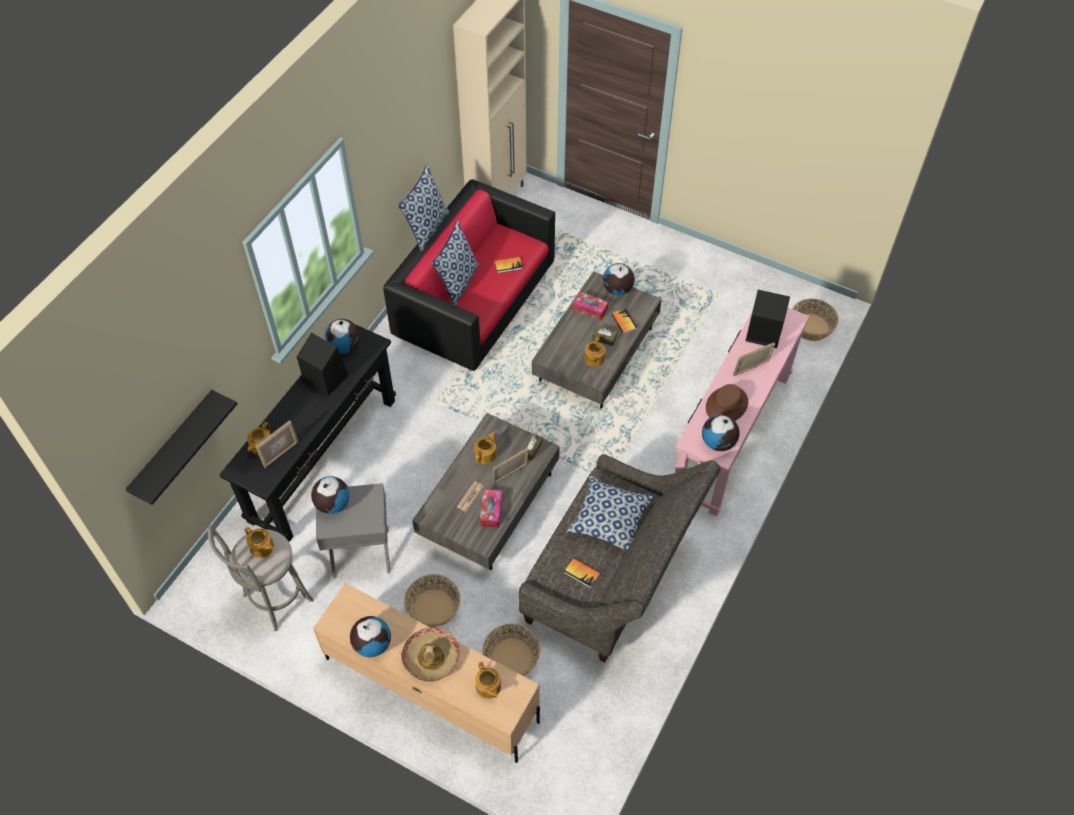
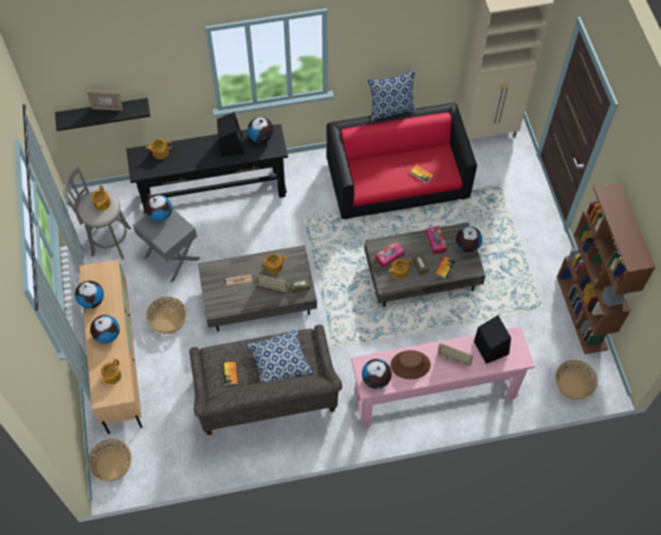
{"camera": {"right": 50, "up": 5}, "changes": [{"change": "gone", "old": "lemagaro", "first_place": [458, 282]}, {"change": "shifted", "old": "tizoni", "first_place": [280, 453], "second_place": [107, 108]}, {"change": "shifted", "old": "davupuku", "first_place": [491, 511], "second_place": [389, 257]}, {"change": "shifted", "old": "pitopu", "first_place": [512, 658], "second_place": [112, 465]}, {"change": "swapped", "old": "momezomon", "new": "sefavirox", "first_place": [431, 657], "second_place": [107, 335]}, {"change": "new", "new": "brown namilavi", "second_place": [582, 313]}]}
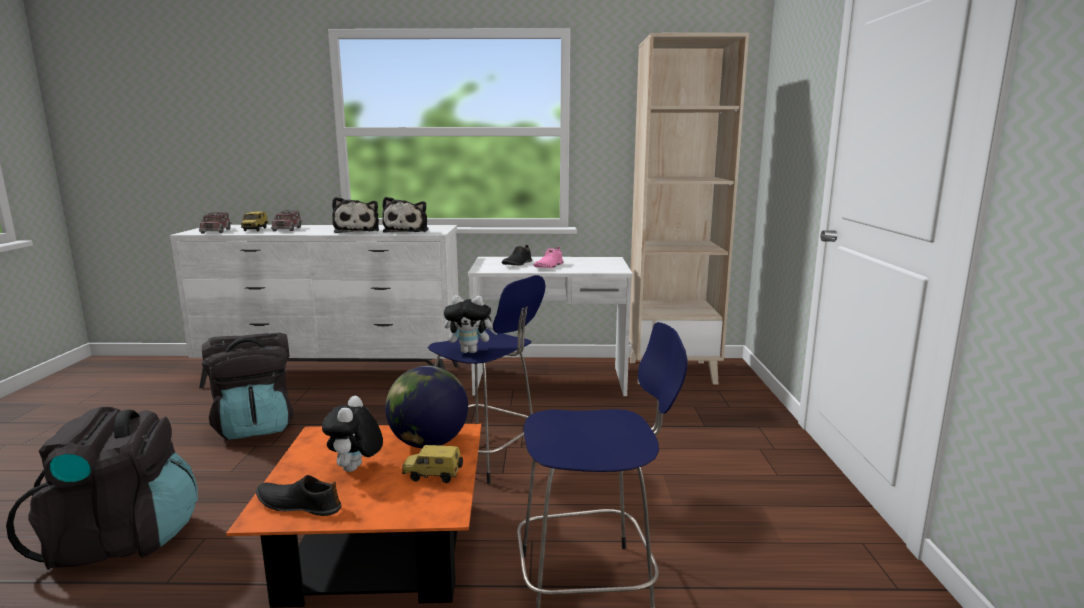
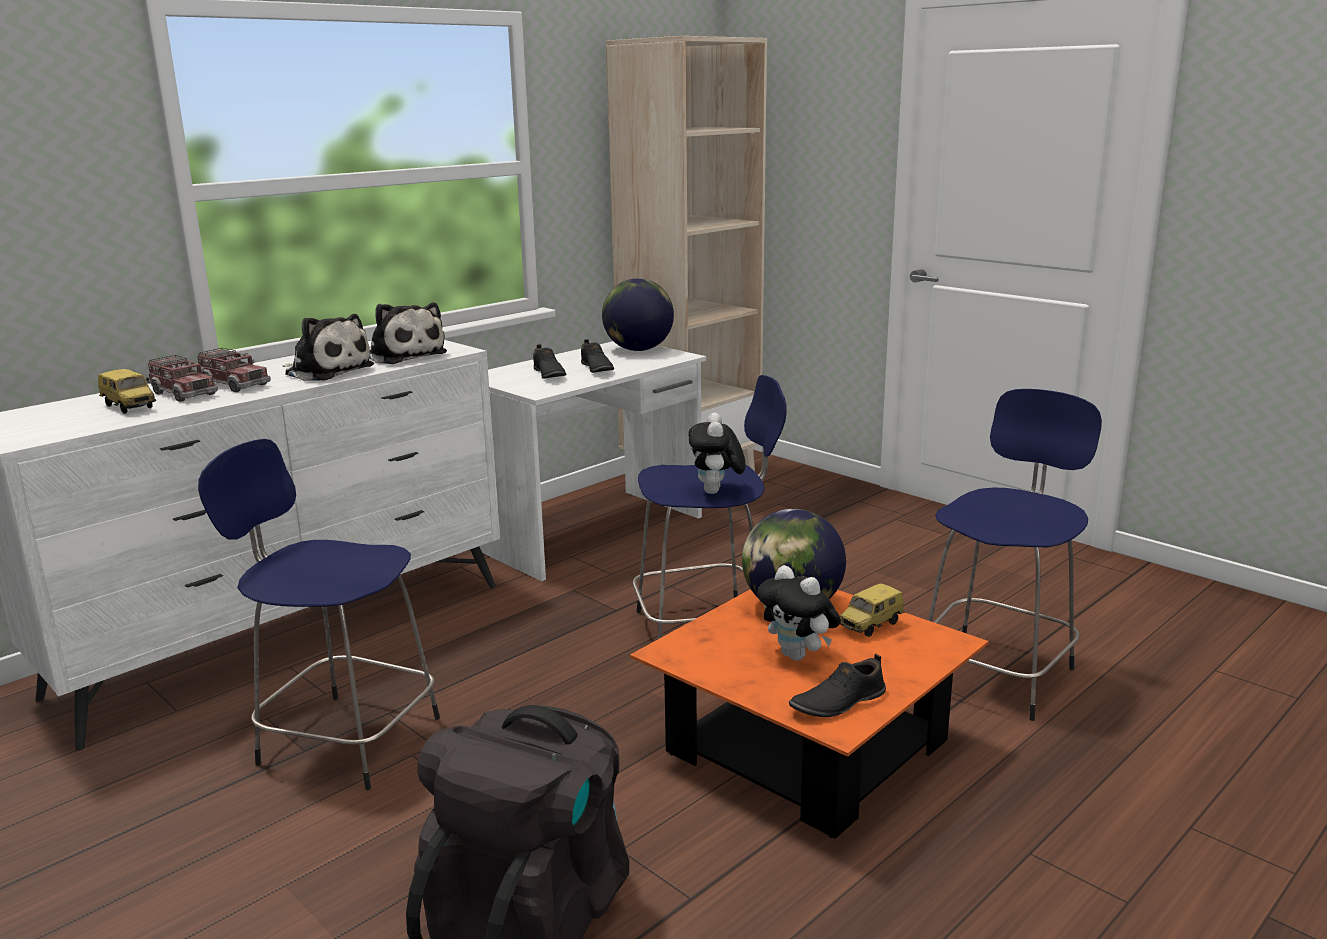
{"camera": {"right": -45, "up": 5}, "changes": [{"change": "shifted", "old": "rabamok", "first_place": [216, 231], "second_place": [234, 384]}, {"change": "repainted", "old": "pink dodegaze", "new": "black dodegaze", "first_place": [548, 266], "second_place": [596, 369]}, {"change": "rotated", "old": "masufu", "first_place": [471, 351], "second_place": [716, 492], "degrees": 135}, {"change": "swapped", "old": "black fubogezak", "new": "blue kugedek", "first_place": [256, 426], "second_place": [344, 739]}, {"change": "new", "new": "sefavirox", "second_place": [638, 349]}]}
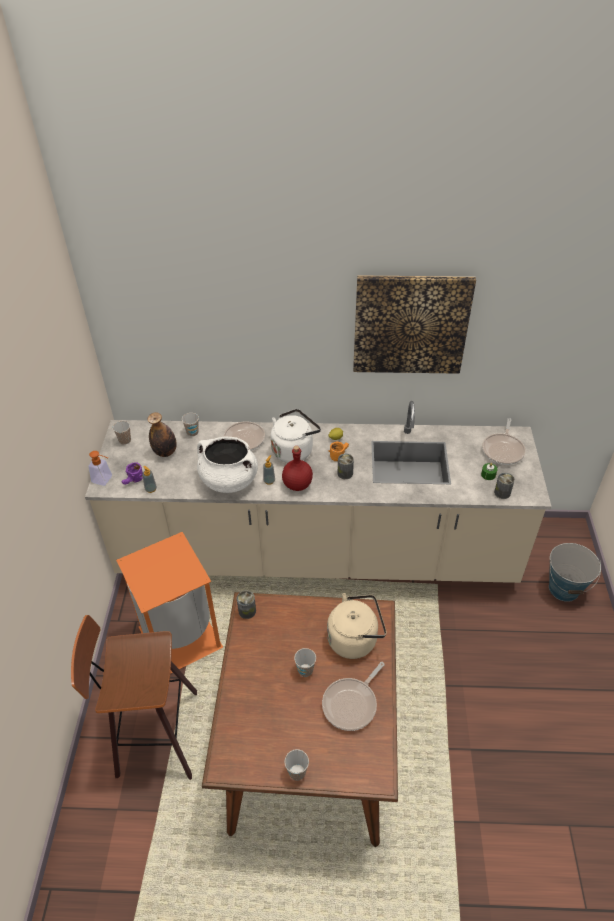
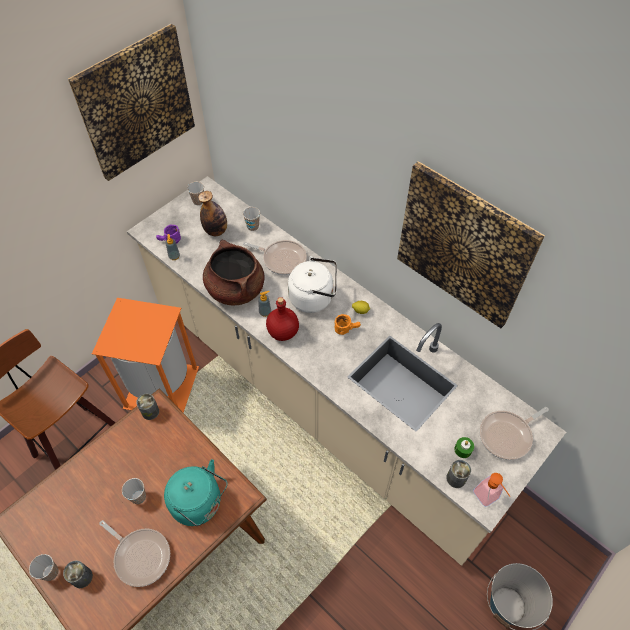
{"camera": {"right": 40, "up": 10}, "changes": [{"change": "repainted", "old": "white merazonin", "new": "brown merazonin", "first_place": [228, 480], "second_place": [235, 289]}, {"change": "shifted", "old": "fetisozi", "first_place": [105, 480], "second_place": [488, 498]}, {"change": "shifted", "old": "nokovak", "first_place": [345, 473], "second_place": [82, 577]}, {"change": "repainted", "old": "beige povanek", "new": "turquoise povanek", "first_place": [355, 639], "second_place": [200, 504]}, {"change": "rotated", "old": "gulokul", "first_place": [352, 704], "second_place": [140, 555], "degrees": -135}, {"change": "new", "new": "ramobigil", "second_place": [136, 103]}]}
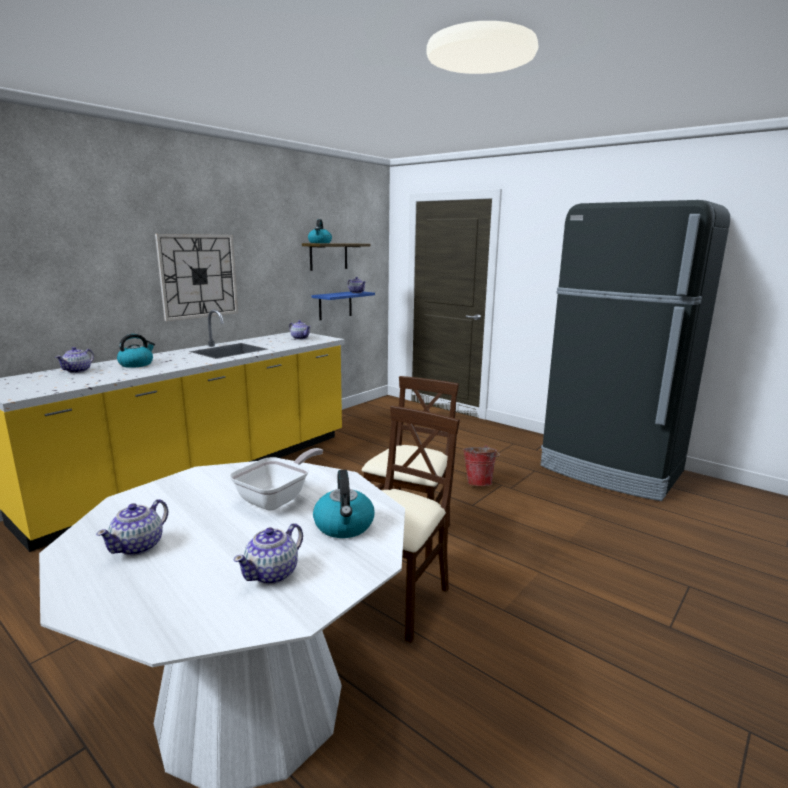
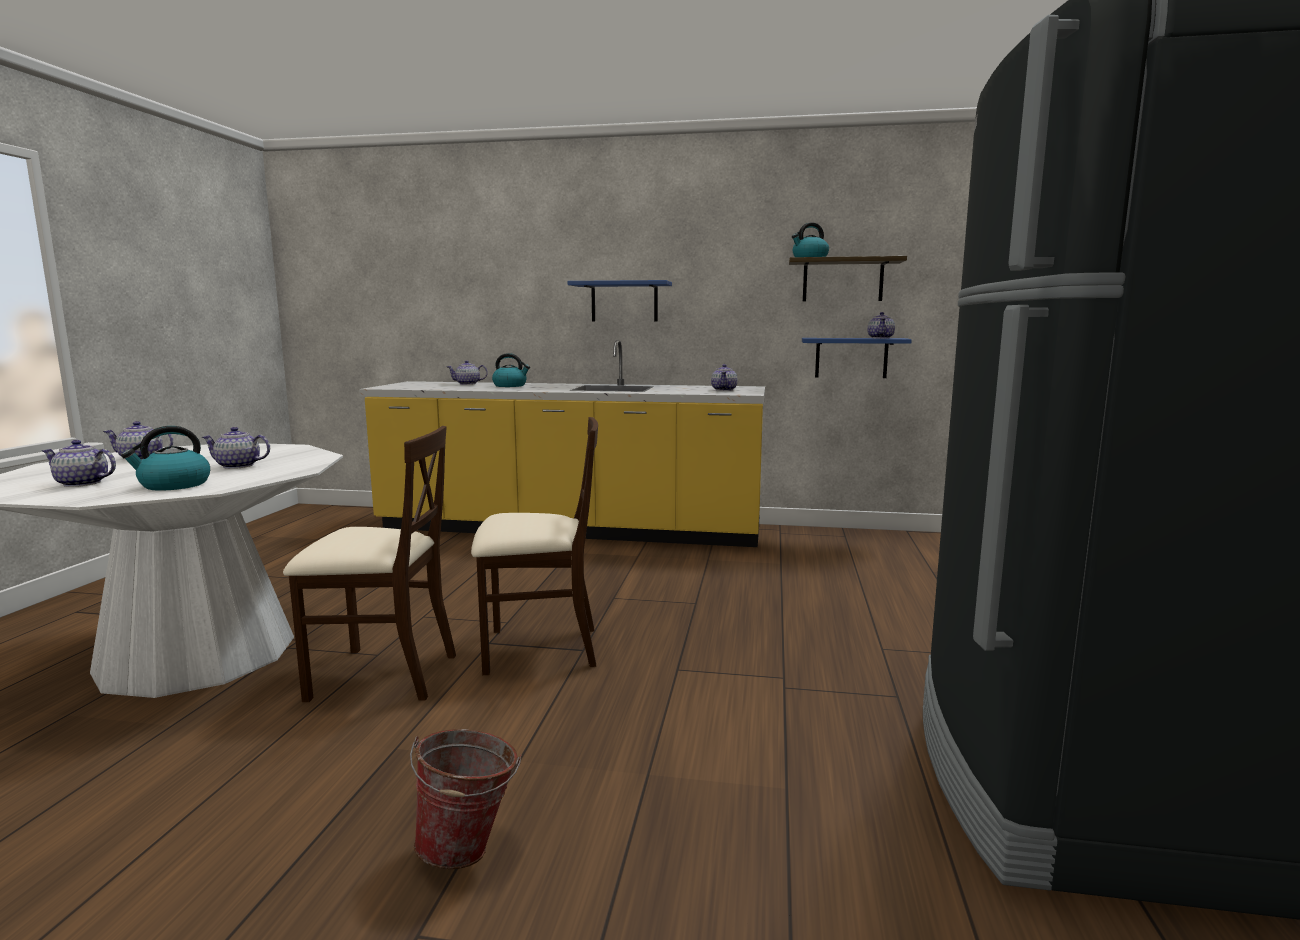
{"camera": {"right": 60, "up": -5}, "changes": [{"change": "swapped", "old": "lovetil", "new": "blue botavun", "first_place": [198, 276], "second_place": [624, 302]}, {"change": "shifted", "old": "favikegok", "first_place": [479, 483], "second_place": [470, 848]}, {"change": "swapped", "old": "gulokul", "new": "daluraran", "first_place": [278, 498], "second_place": [238, 466]}]}
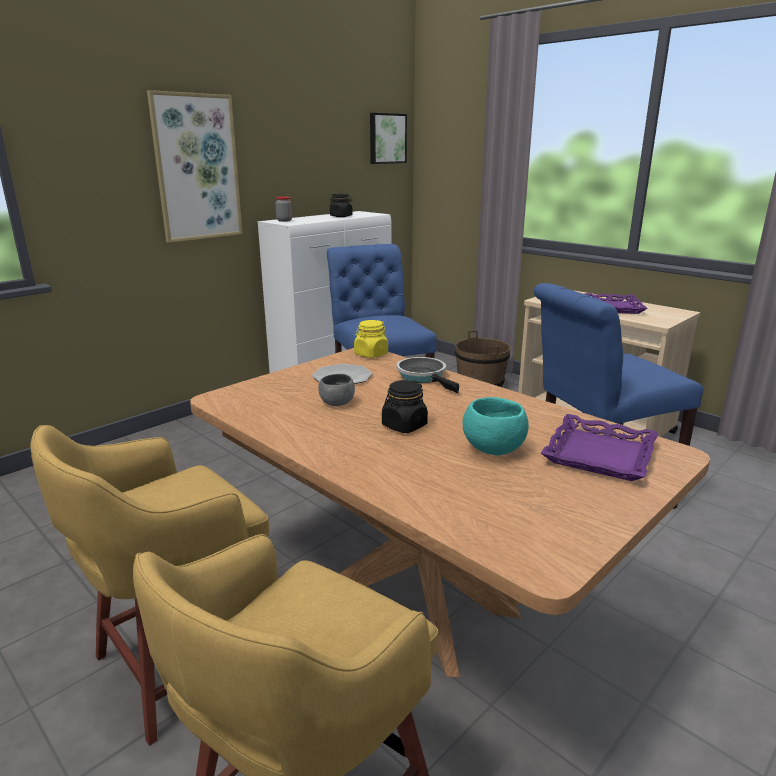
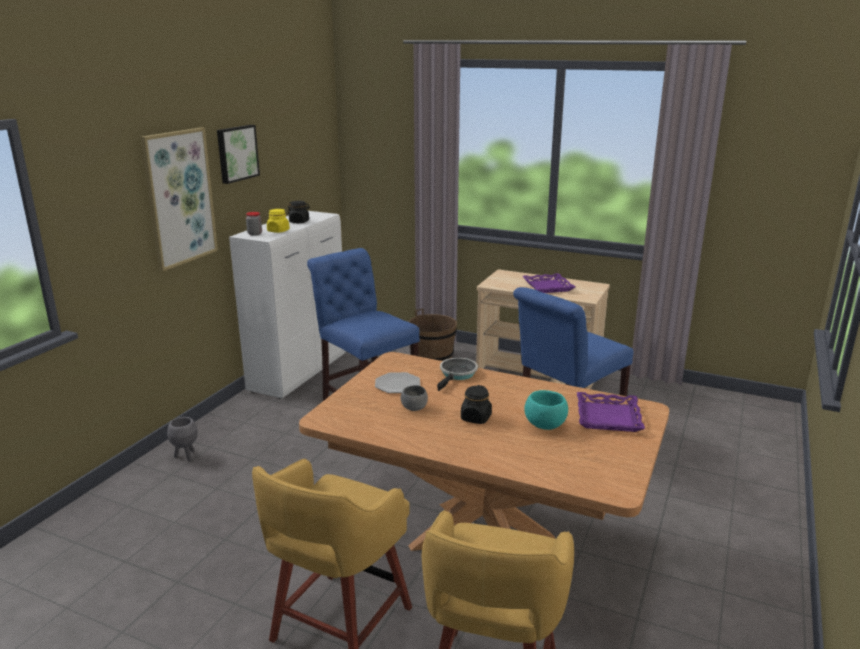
{"camera": {"right": -20, "up": 0}, "changes": [{"change": "shifted", "old": "ramobigil", "first_place": [386, 138], "second_place": [236, 153]}, {"change": "shifted", "old": "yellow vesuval", "first_place": [371, 354], "second_place": [278, 231]}, {"change": "rotated", "old": "gulokul", "first_place": [424, 377], "second_place": [457, 375], "degrees": 75}, {"change": "new", "new": "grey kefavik", "second_place": [186, 456]}]}
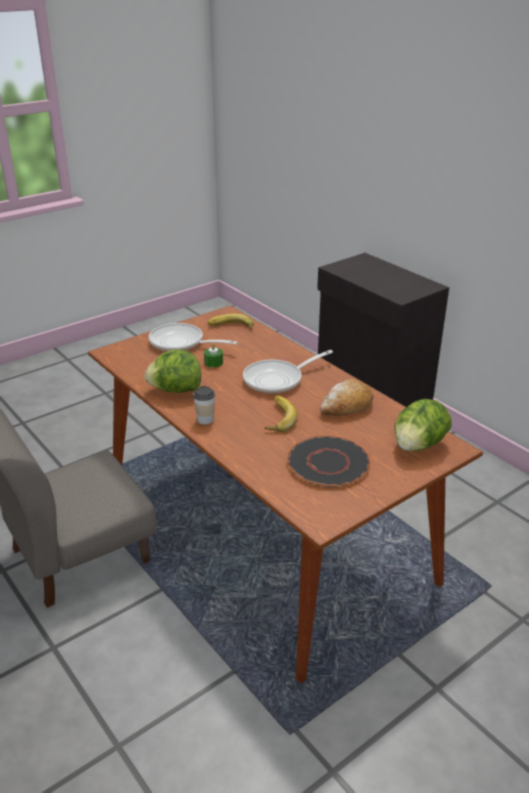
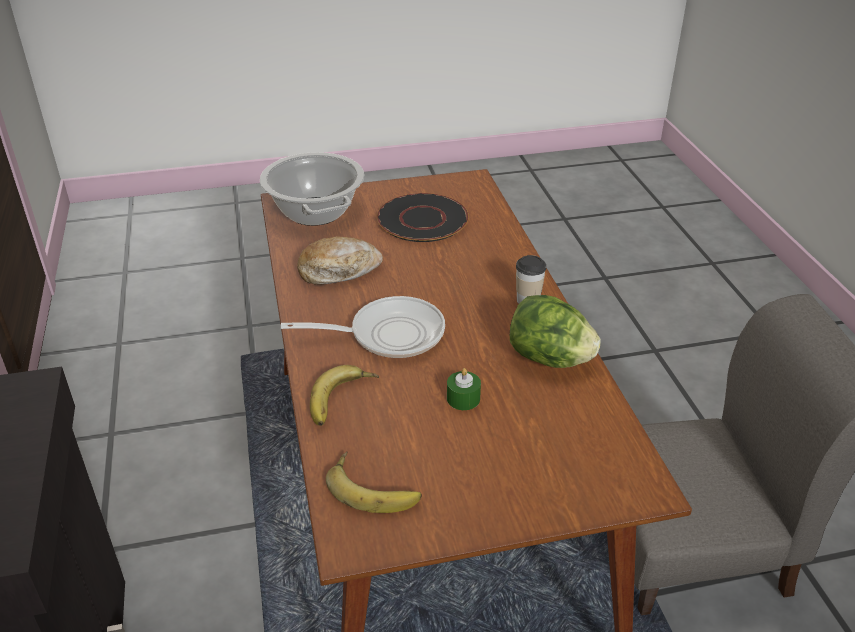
{"camera": {"right": -155, "up": 5}, "changes": [{"change": "gone", "old": "gulokul", "first_place": [181, 343]}, {"change": "shifted", "old": "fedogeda", "first_place": [277, 417], "second_place": [343, 401]}, {"change": "swapped", "old": "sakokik", "new": "merazonin", "first_place": [418, 446], "second_place": [314, 211]}]}
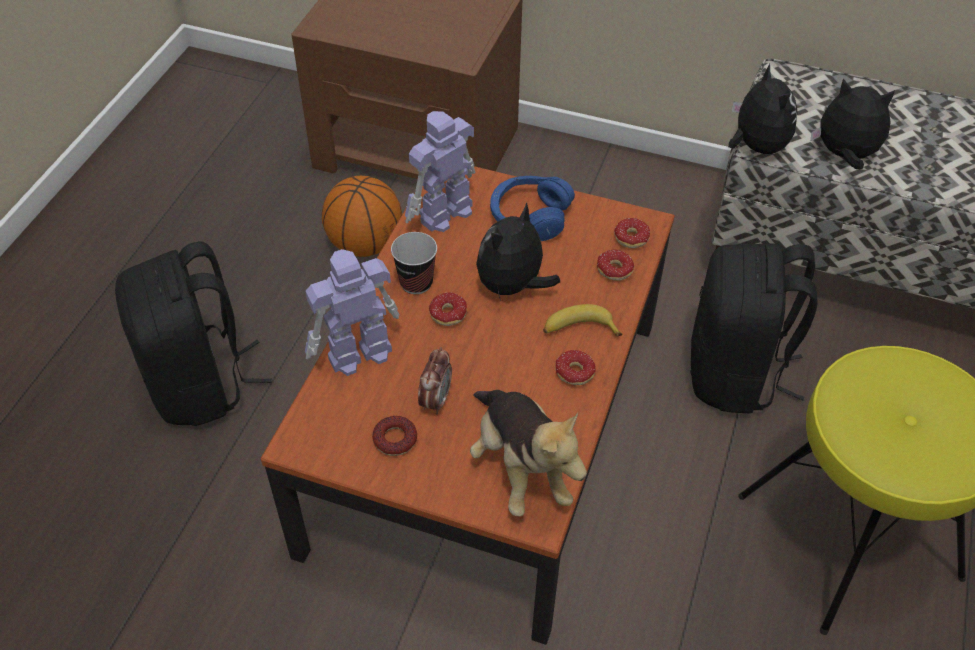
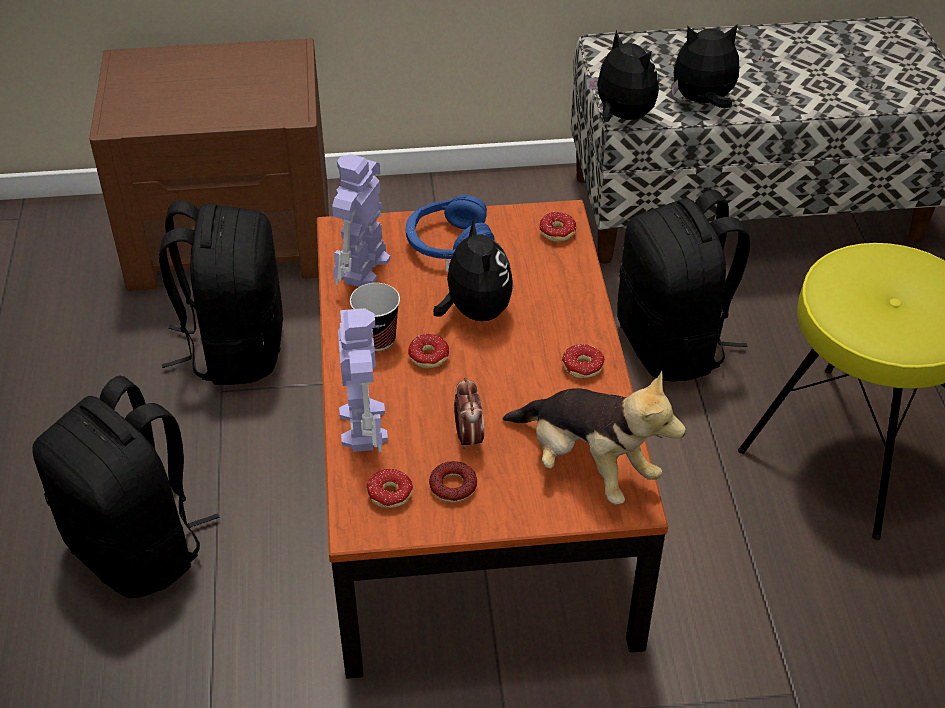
{"camera": {"right": -25, "up": -5}, "changes": [{"change": "swapped", "old": "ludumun", "new": "black fubogezak", "first_place": [365, 244], "second_place": [234, 348]}, {"change": "rotated", "old": "masufu", "first_place": [512, 287], "second_place": [474, 311], "degrees": 150}, {"change": "rotated", "old": "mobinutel", "first_place": [357, 354], "second_place": [363, 424], "degrees": 135}, {"change": "shifted", "old": "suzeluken", "first_place": [610, 274], "second_place": [388, 500]}, {"change": "gone", "old": "fedogeda", "first_place": [578, 329]}]}
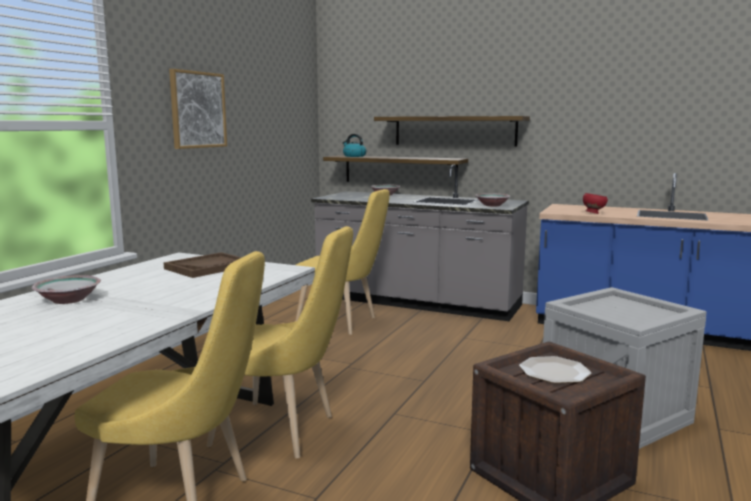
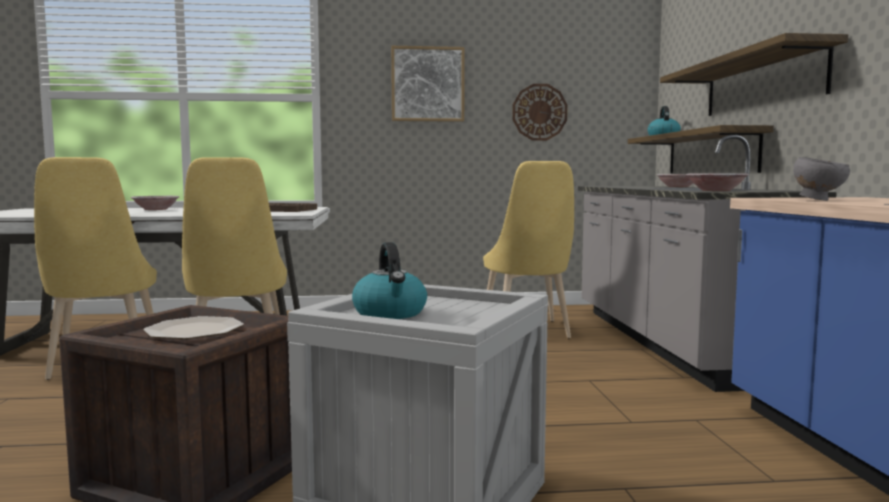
{"camera": {"right": 60, "up": -5}, "changes": [{"change": "repainted", "old": "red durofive", "new": "grey durofive", "first_place": [593, 213], "second_place": [818, 200]}, {"change": "new", "new": "lovetil", "second_place": [539, 112]}, {"change": "new", "new": "povanek", "second_place": [390, 313]}]}
